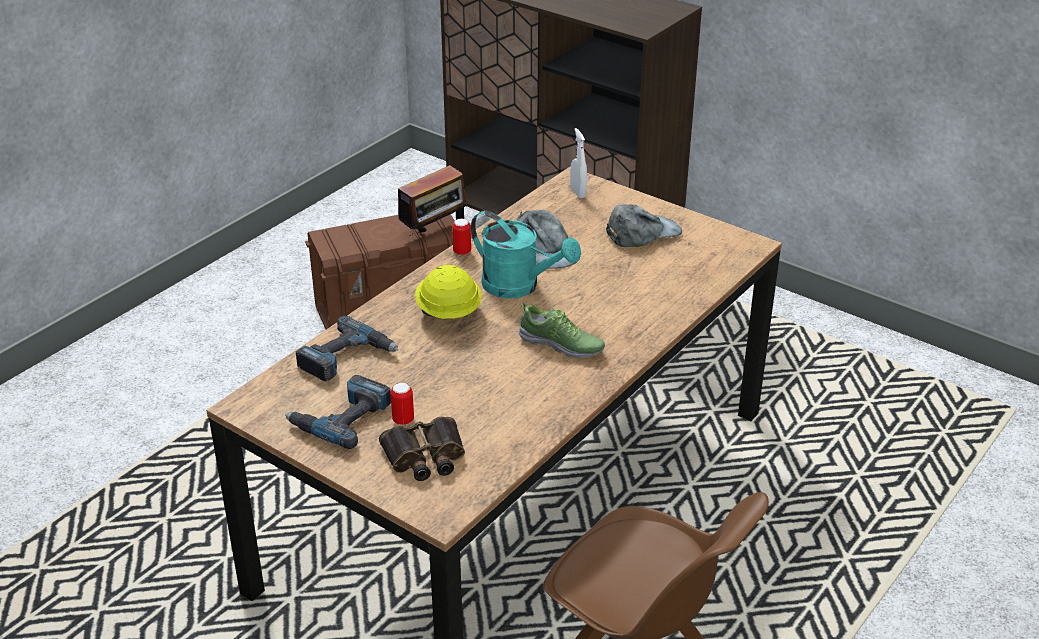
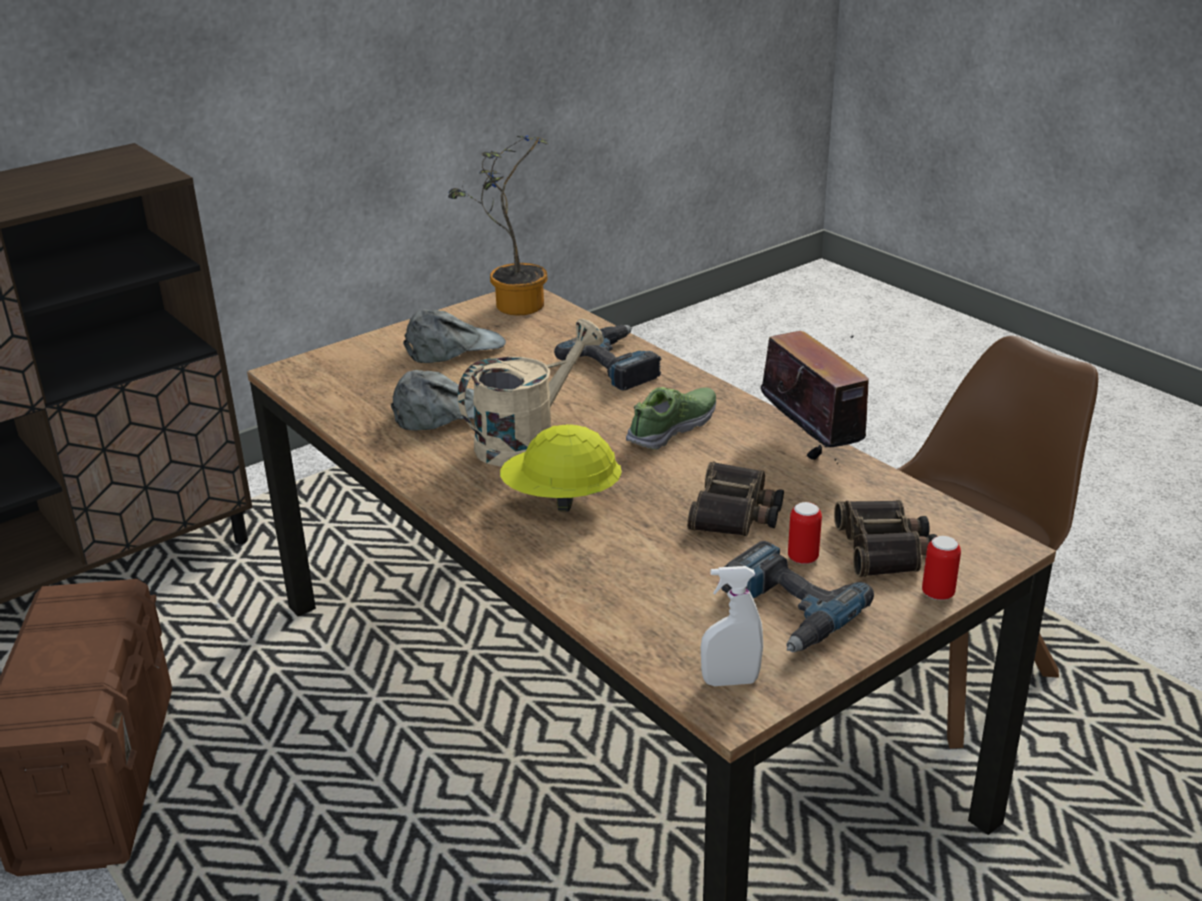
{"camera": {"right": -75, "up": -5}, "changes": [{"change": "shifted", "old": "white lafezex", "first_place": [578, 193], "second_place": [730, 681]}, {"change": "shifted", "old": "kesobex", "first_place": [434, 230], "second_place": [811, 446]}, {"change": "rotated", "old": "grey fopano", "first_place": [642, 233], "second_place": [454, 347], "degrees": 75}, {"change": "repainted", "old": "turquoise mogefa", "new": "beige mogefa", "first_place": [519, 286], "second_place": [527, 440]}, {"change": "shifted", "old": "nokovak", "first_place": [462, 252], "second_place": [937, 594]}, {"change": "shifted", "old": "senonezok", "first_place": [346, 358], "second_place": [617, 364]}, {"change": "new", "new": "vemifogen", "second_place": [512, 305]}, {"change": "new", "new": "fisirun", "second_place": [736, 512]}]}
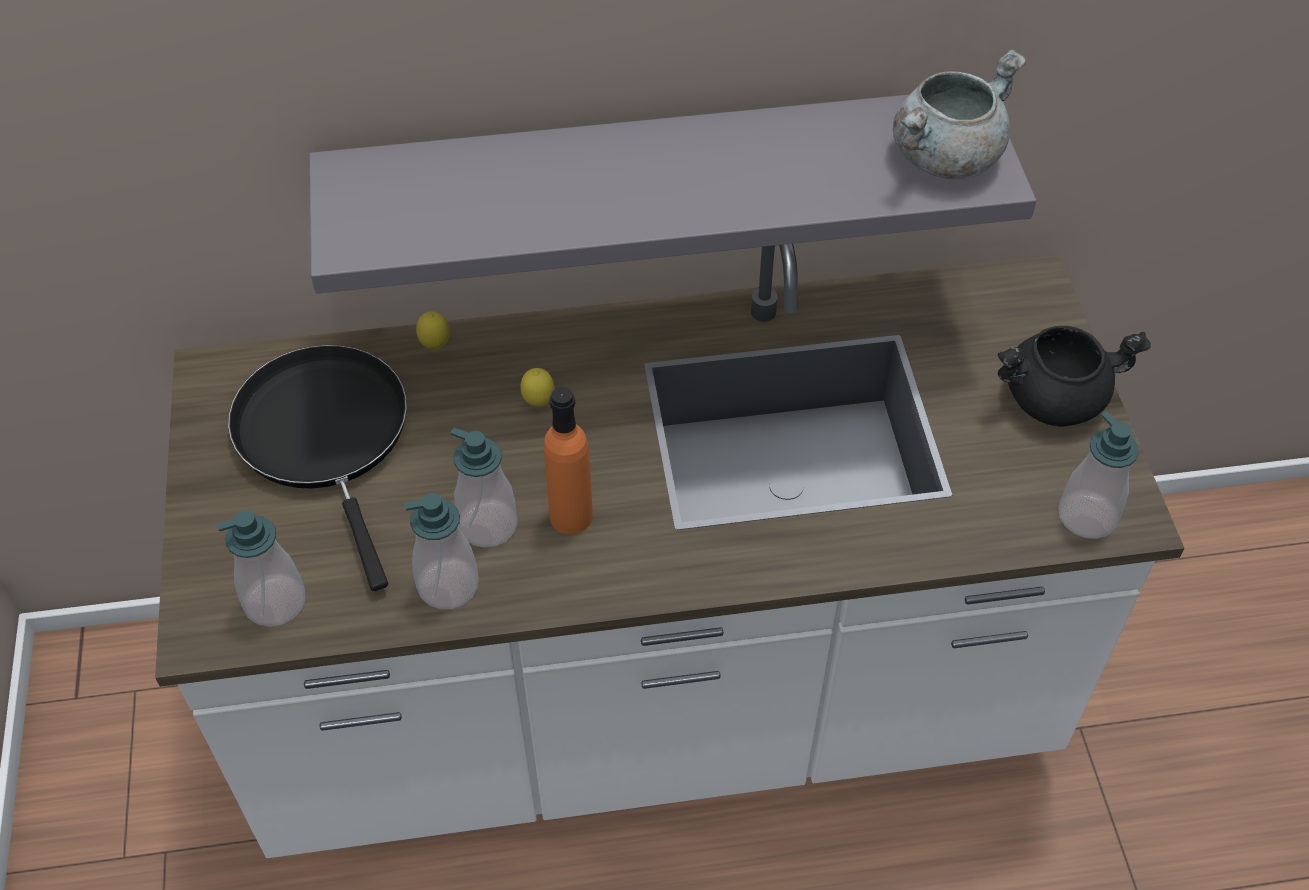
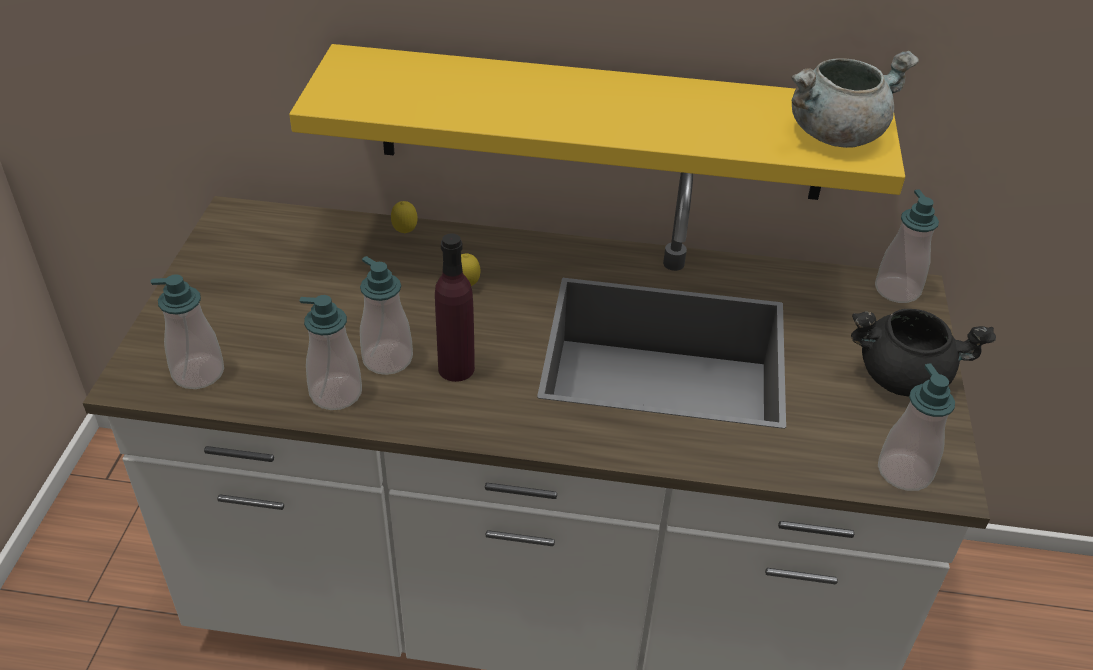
{"camera": {"right": 15, "up": -10}, "changes": [{"change": "repainted", "old": "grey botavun", "new": "yellow botavun", "first_place": [655, 175], "second_place": [601, 124]}, {"change": "gone", "old": "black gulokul", "first_place": [326, 436]}, {"change": "repainted", "old": "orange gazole", "new": "purple gazole", "first_place": [571, 516], "second_place": [456, 368]}, {"change": "new", "new": "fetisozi", "second_place": [897, 290]}]}
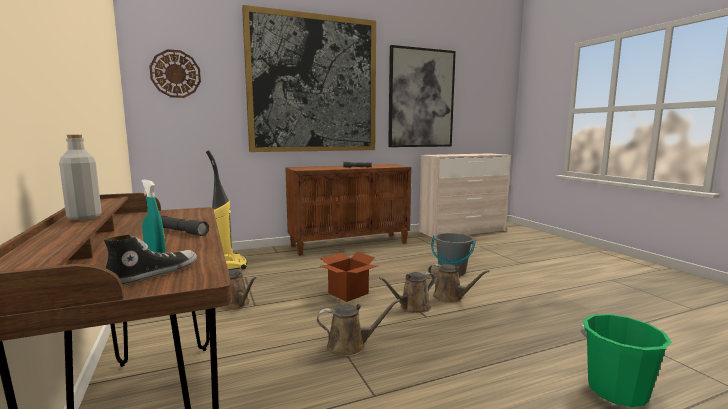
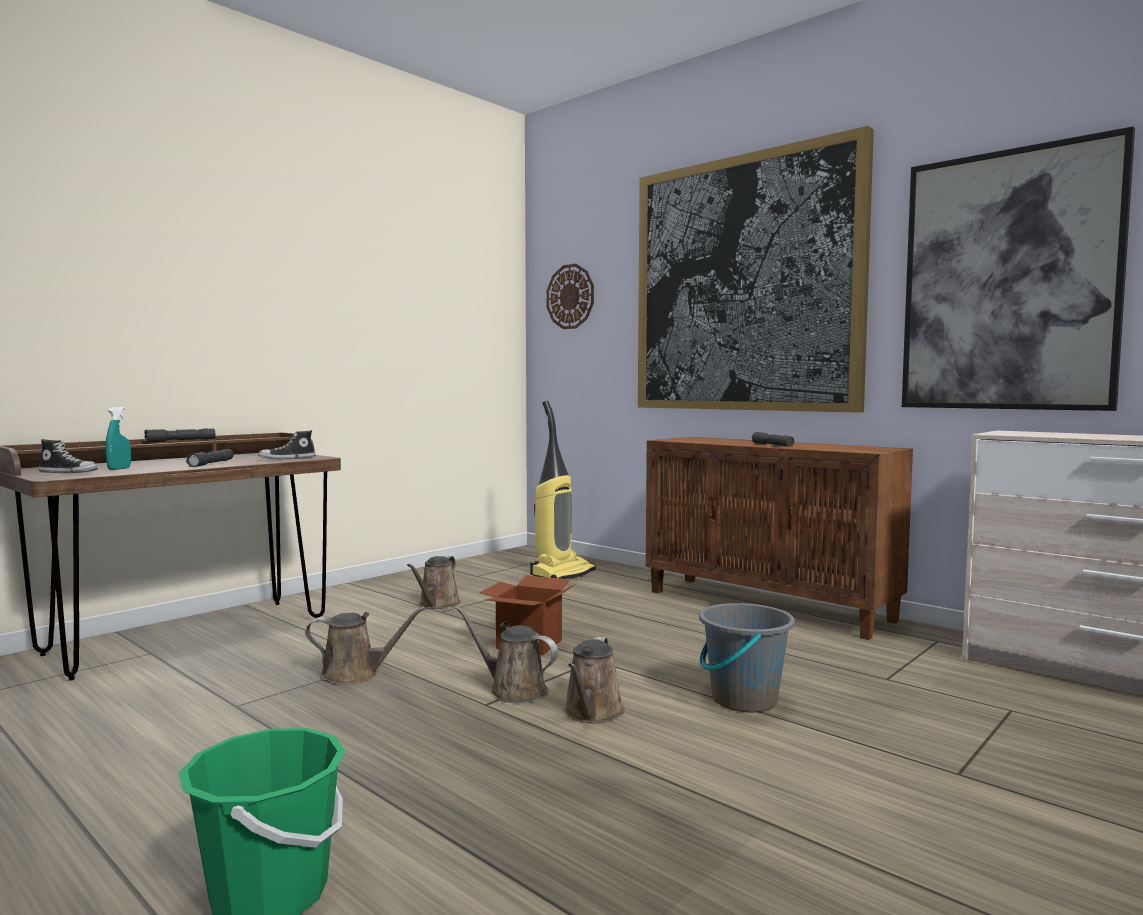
{"camera": {"right": 65, "up": -5}, "changes": [{"change": "swapped", "old": "grey gazole", "new": "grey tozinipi", "first_place": [84, 217], "second_place": [181, 441]}, {"change": "rotated", "old": "brown mogefa", "first_place": [350, 346], "second_place": [355, 674], "degrees": -60}, {"change": "new", "new": "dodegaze", "second_place": [287, 459]}]}
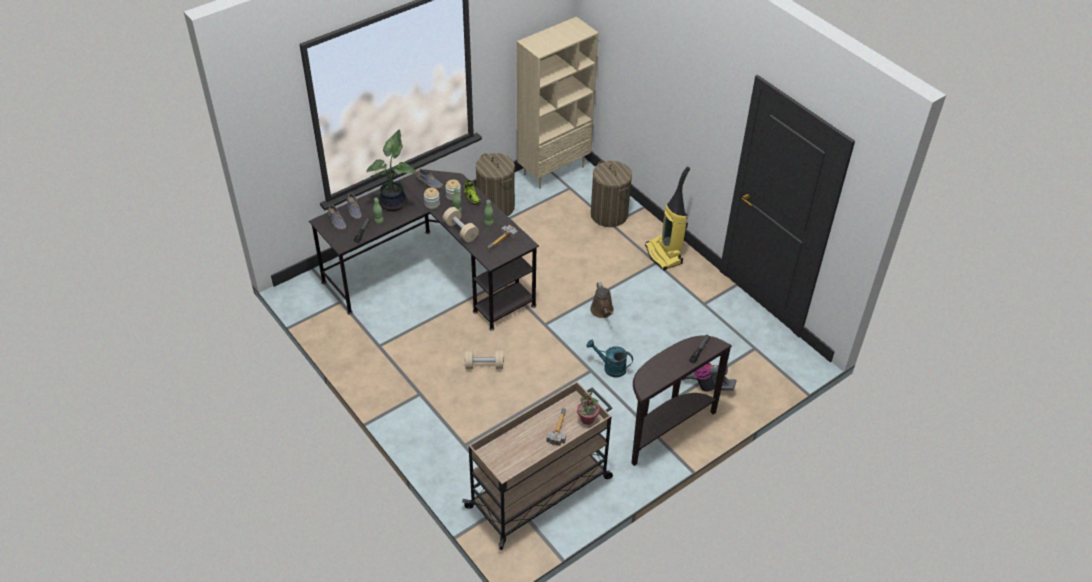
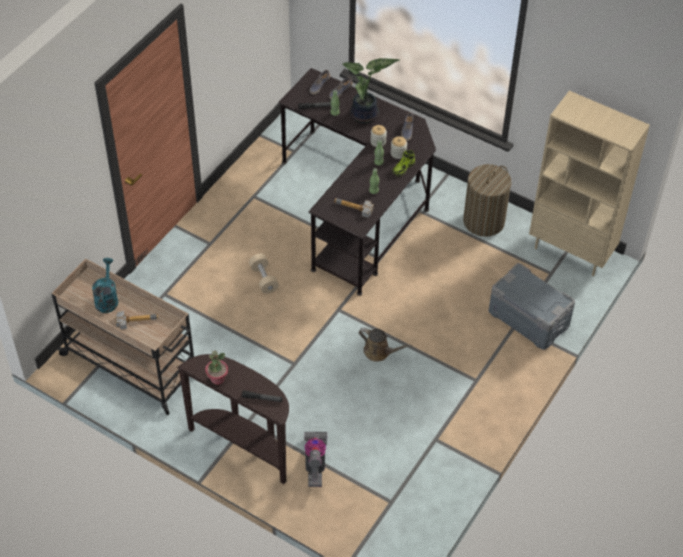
{"camera": {"right": 70, "up": 5}, "changes": [{"change": "swapped", "old": "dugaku", "new": "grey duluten", "first_place": [609, 215], "second_place": [528, 319]}, {"change": "gone", "old": "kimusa", "first_place": [664, 255]}, {"change": "gone", "old": "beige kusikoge", "first_place": [461, 231]}, {"change": "rotated", "old": "brown mogefa", "first_place": [602, 311], "second_place": [379, 352], "degrees": -120}, {"change": "shifted", "old": "turquoise mogefa", "first_place": [610, 367], "second_place": [107, 298]}, {"change": "shifted", "old": "vemifogen", "first_place": [587, 419], "second_place": [217, 379]}]}
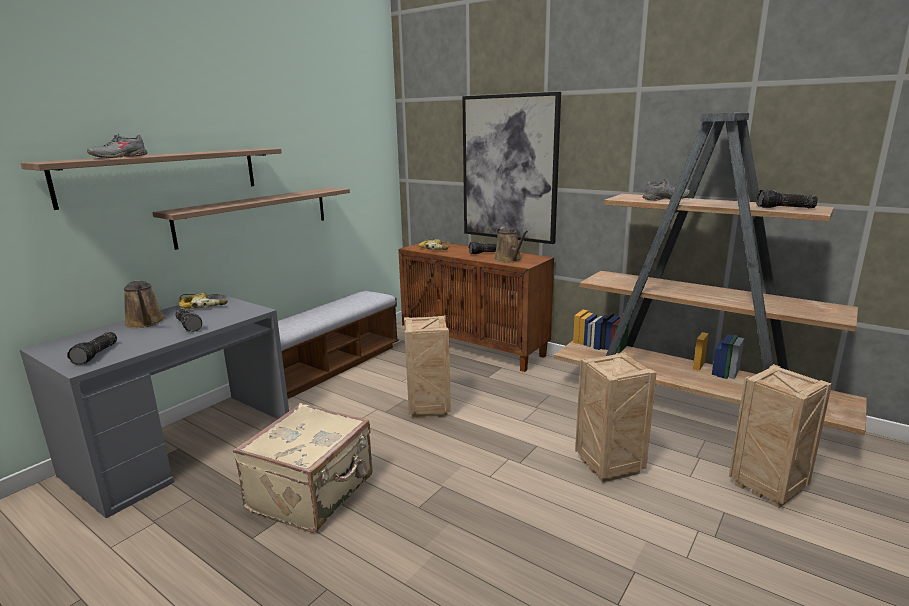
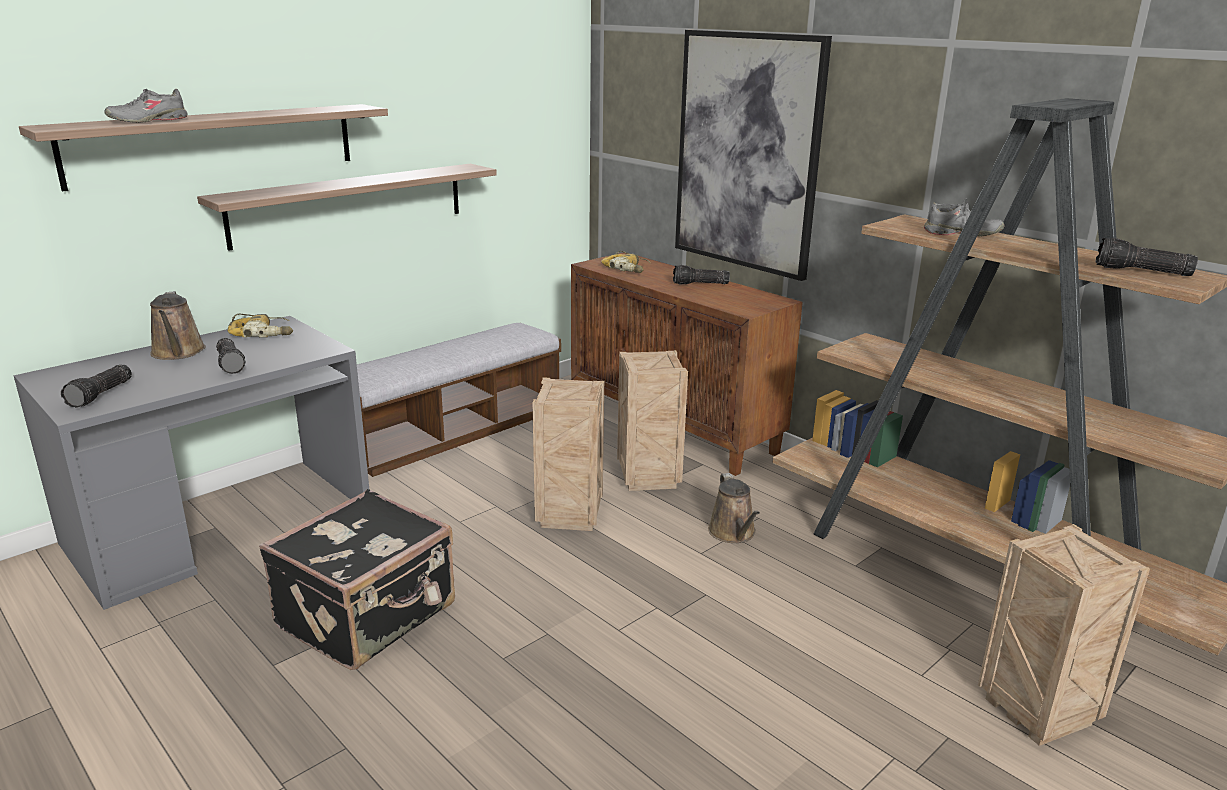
{"camera": {"right": 10, "up": 5}, "changes": [{"change": "shifted", "old": "brown mogefa", "first_place": [509, 259], "second_place": [733, 533]}, {"change": "shifted", "old": "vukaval", "first_place": [610, 466], "second_place": [649, 479]}, {"change": "repainted", "old": "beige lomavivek", "new": "black lomavivek", "first_place": [313, 493], "second_place": [369, 616]}]}
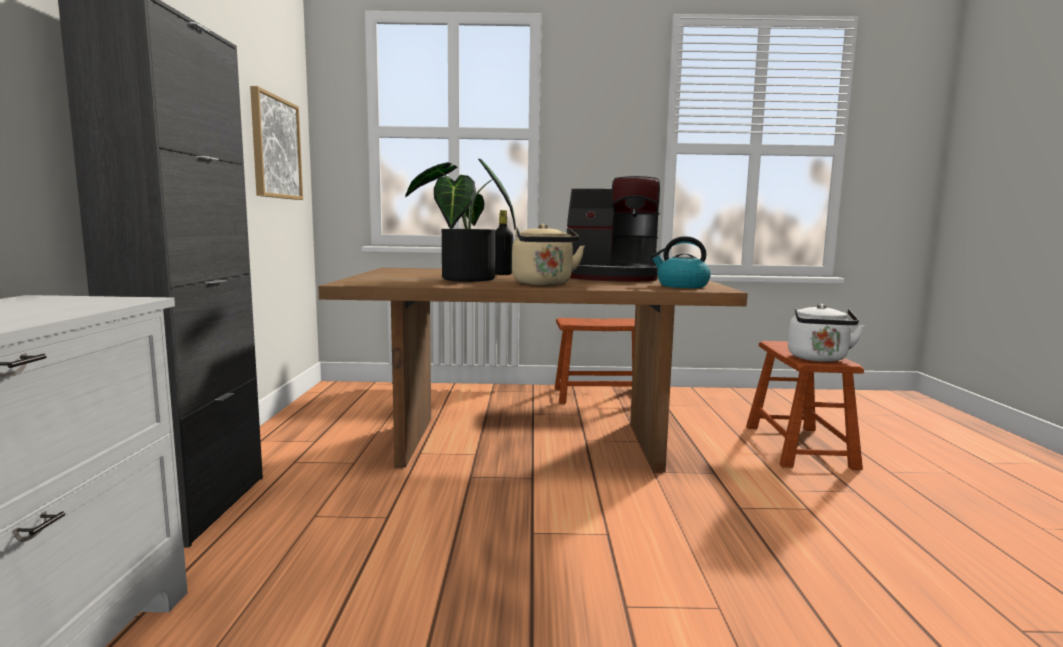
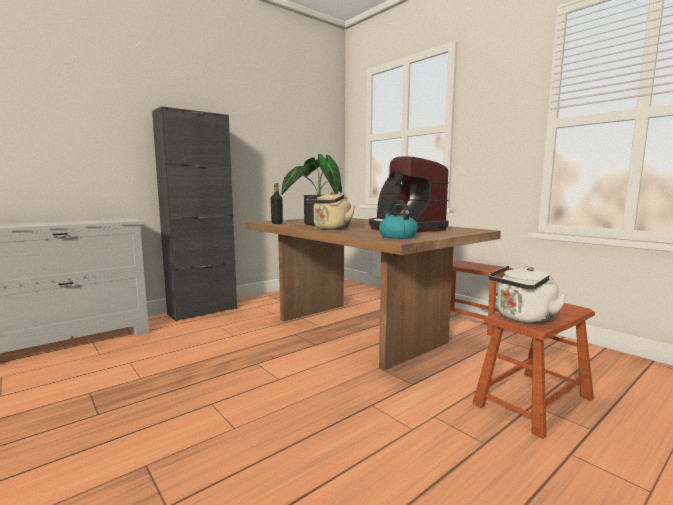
{"camera": {"right": 50, "up": 0}, "changes": [{"change": "gone", "old": "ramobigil", "first_place": [275, 148]}, {"change": "shifted", "old": "black gazole", "first_place": [502, 274], "second_place": [277, 223]}]}
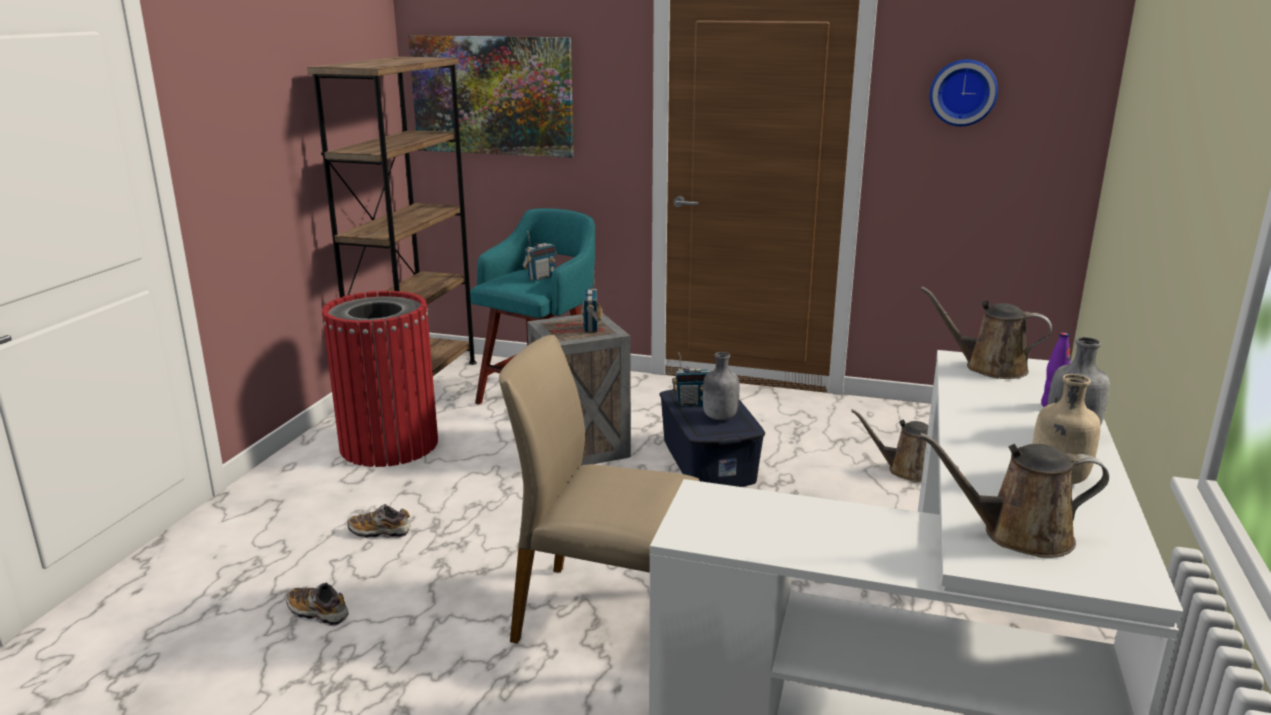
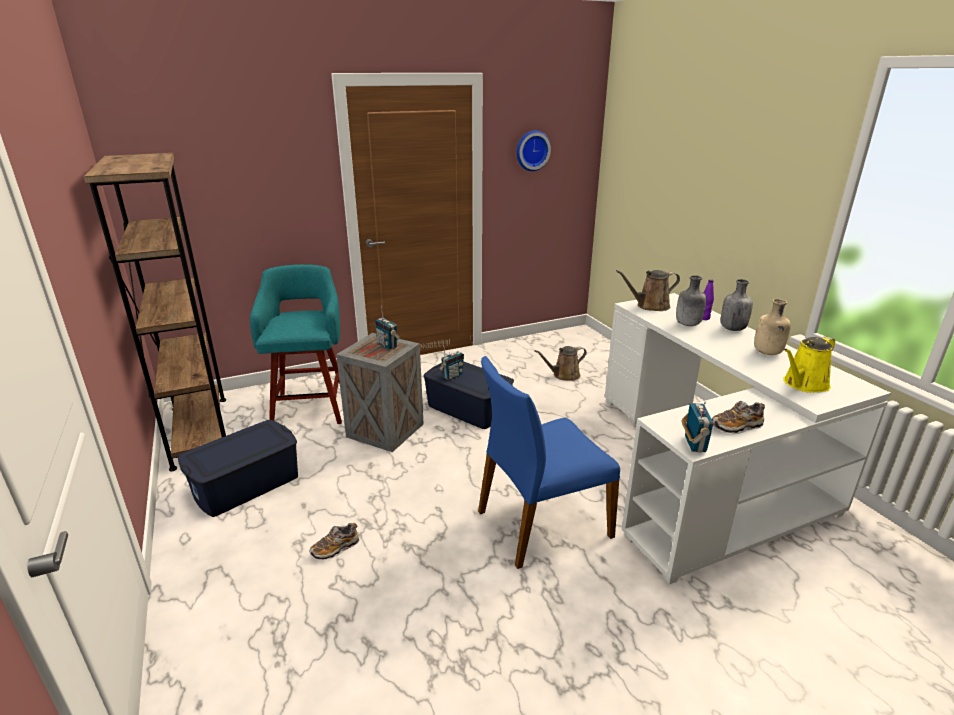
{"camera": {"right": -40, "up": 5}, "changes": [{"change": "gone", "old": "ramobigil", "first_place": [492, 95]}, {"change": "shifted", "old": "kesobex", "first_place": [541, 278], "second_place": [694, 444]}, {"change": "swapped", "old": "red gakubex", "new": "blue duluten", "first_place": [389, 444], "second_place": [246, 484]}, {"change": "repainted", "old": "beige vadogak", "new": "blue vadogak", "first_place": [606, 614], "second_place": [541, 523]}, {"change": "shifted", "old": "grey gazole", "first_place": [719, 417], "second_place": [687, 324]}, {"change": "repainted", "old": "brown mogefa", "new": "yellow mogefa", "first_place": [1018, 535], "second_place": [803, 384]}, {"change": "shifted", "old": "dodegaze", "first_place": [318, 613], "second_place": [736, 426]}]}
